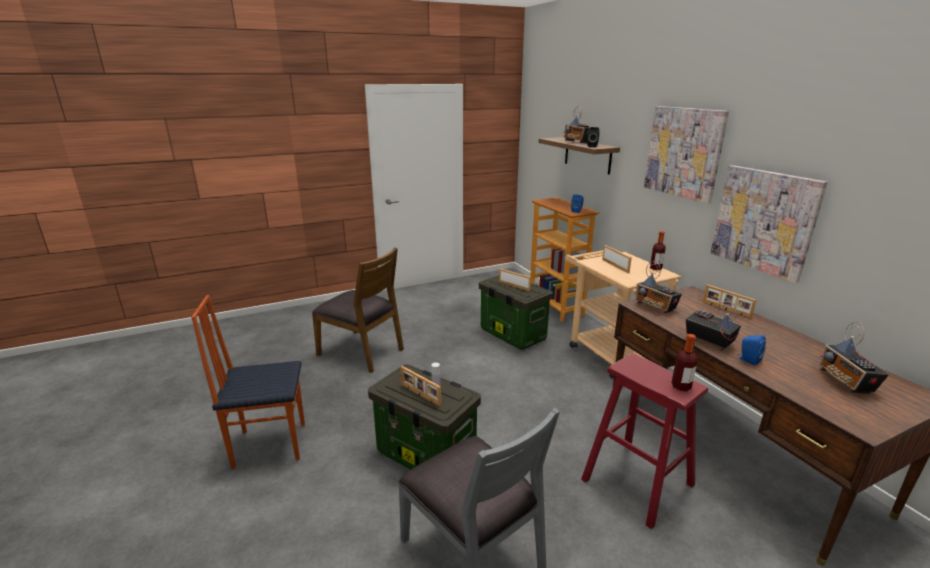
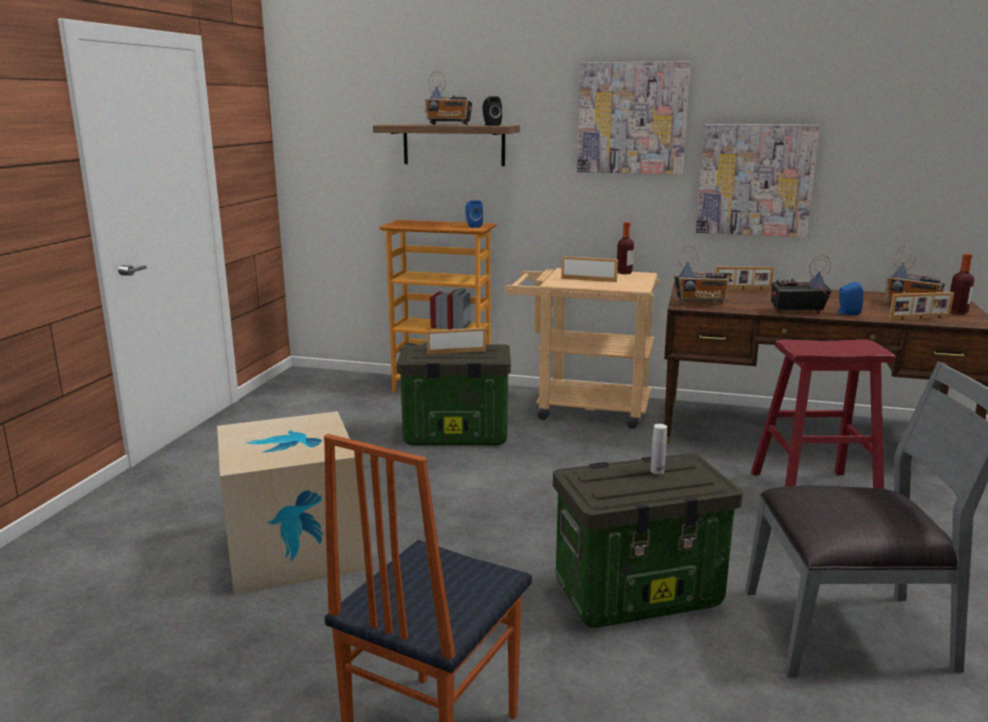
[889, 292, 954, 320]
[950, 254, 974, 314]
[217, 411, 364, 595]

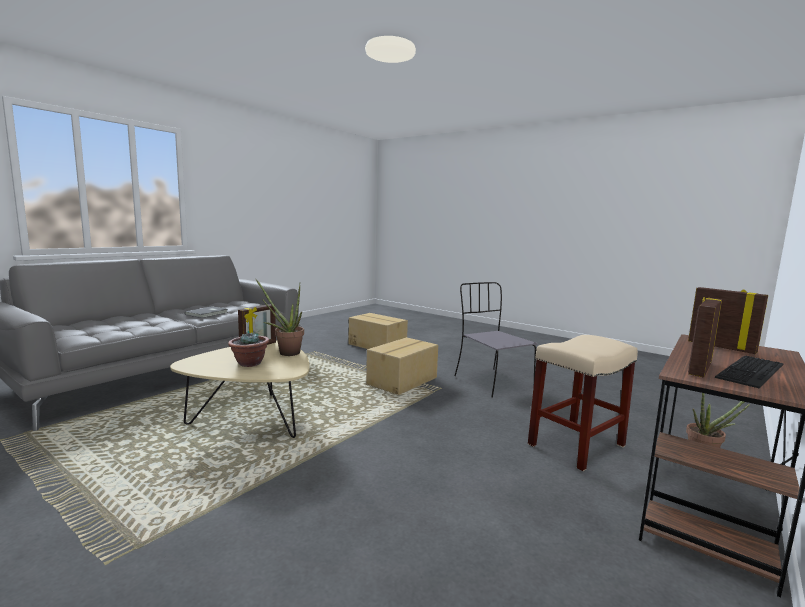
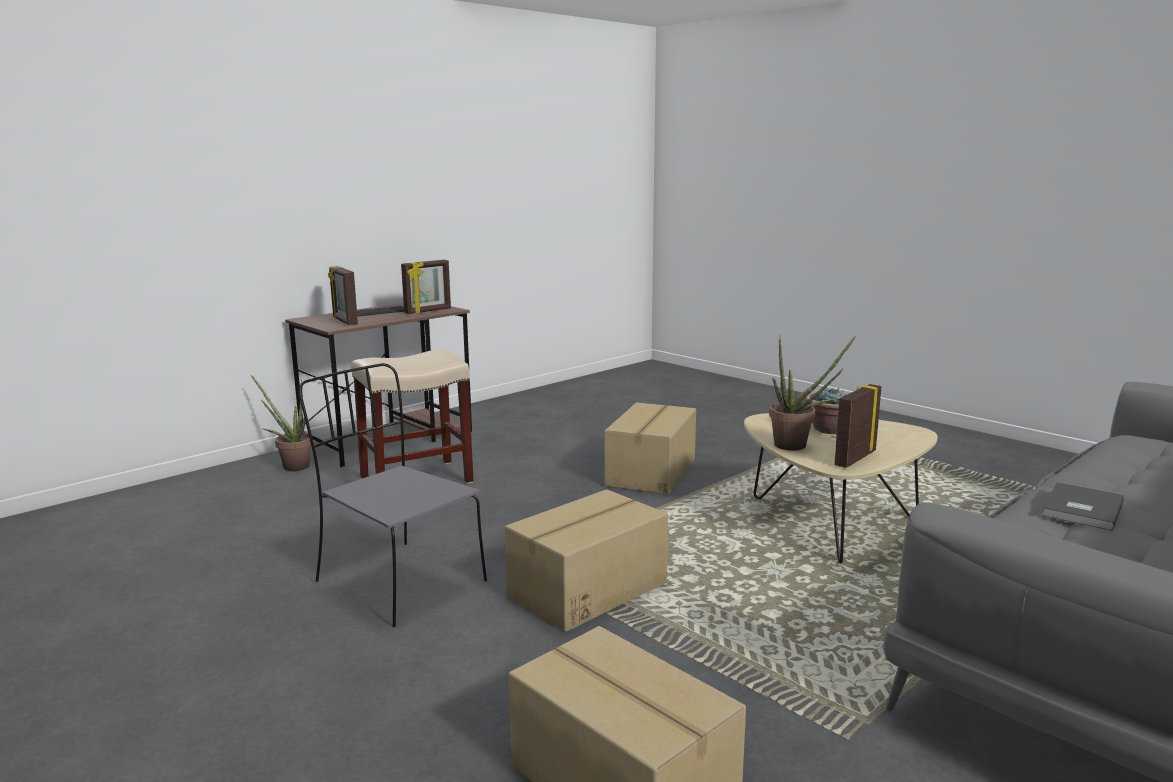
[604, 403, 696, 494]
[299, 363, 487, 627]

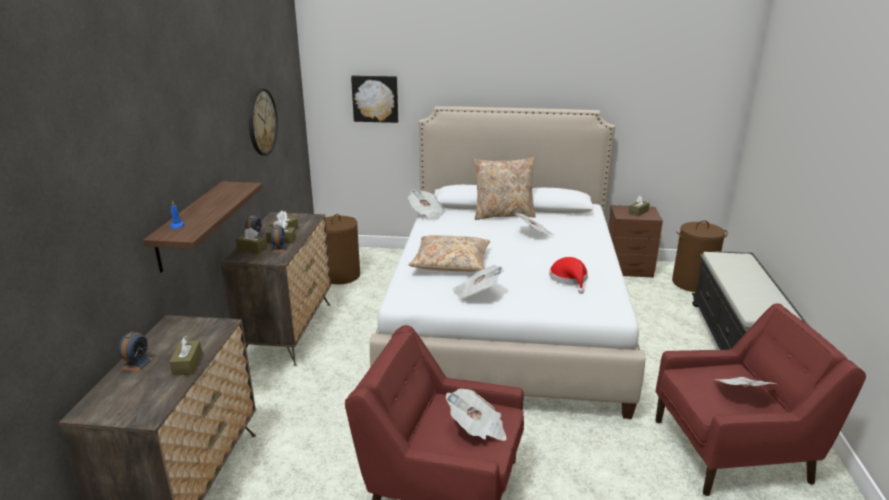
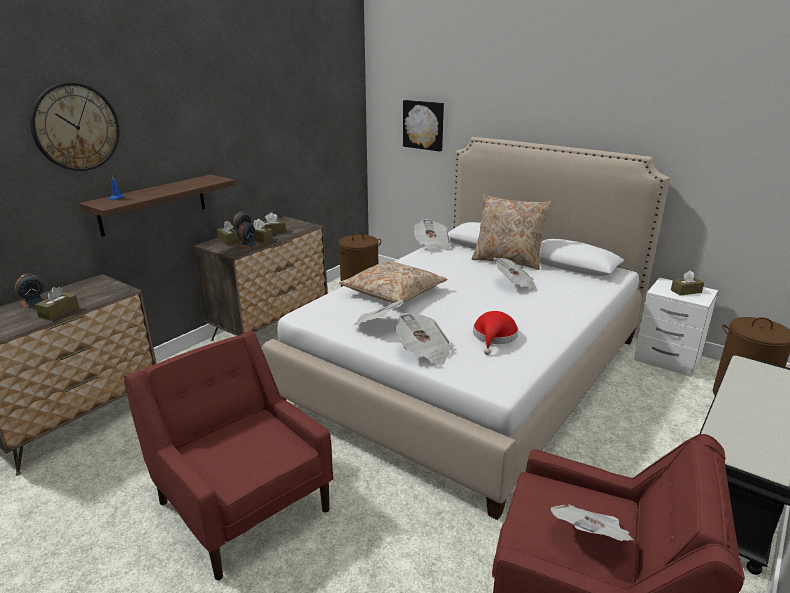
[30, 83, 119, 171]
[395, 313, 453, 366]
[634, 277, 718, 377]

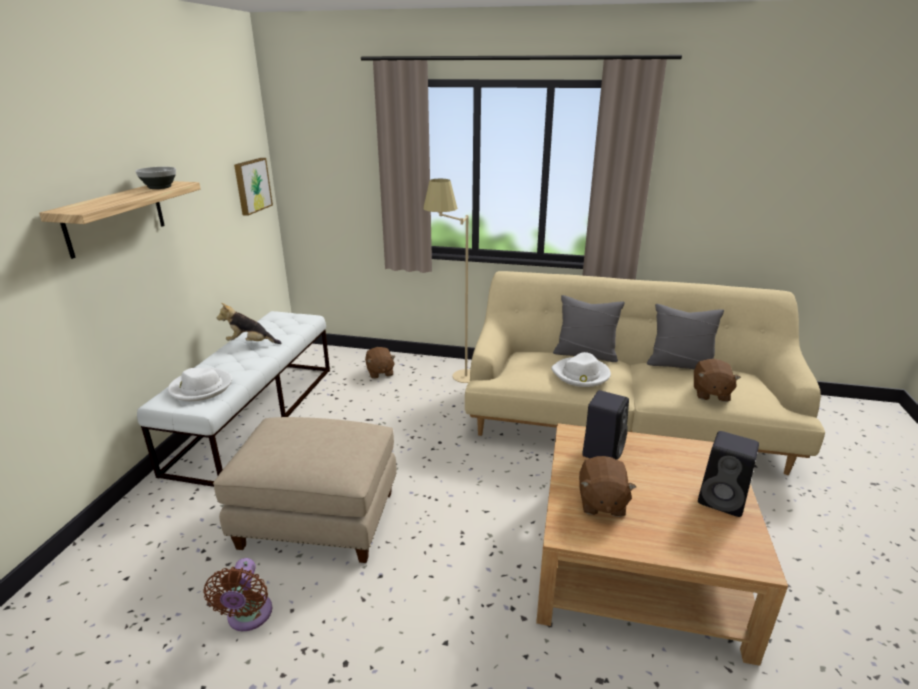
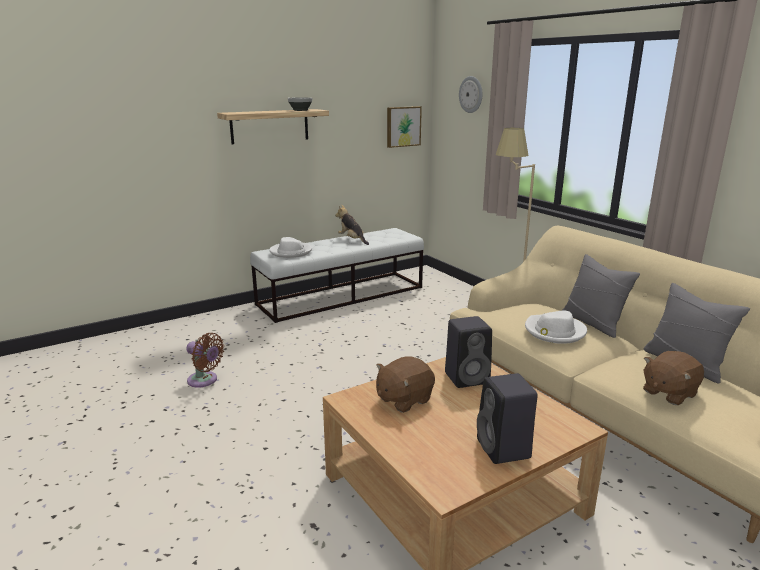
[213, 417, 397, 563] (first image)
[365, 347, 396, 379] (first image)
[459, 76, 483, 113]
[186, 333, 224, 388]

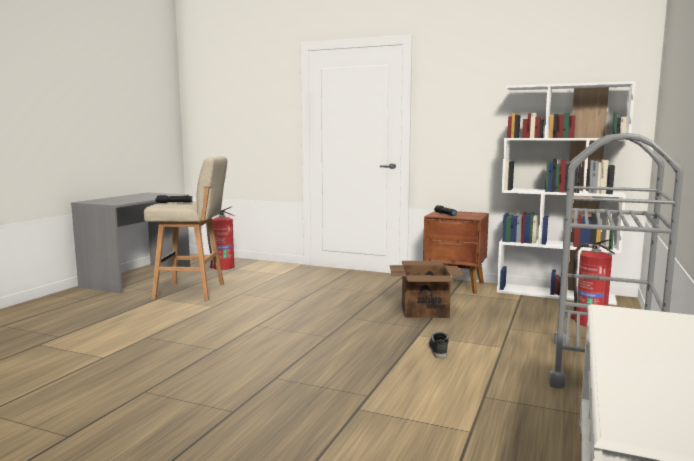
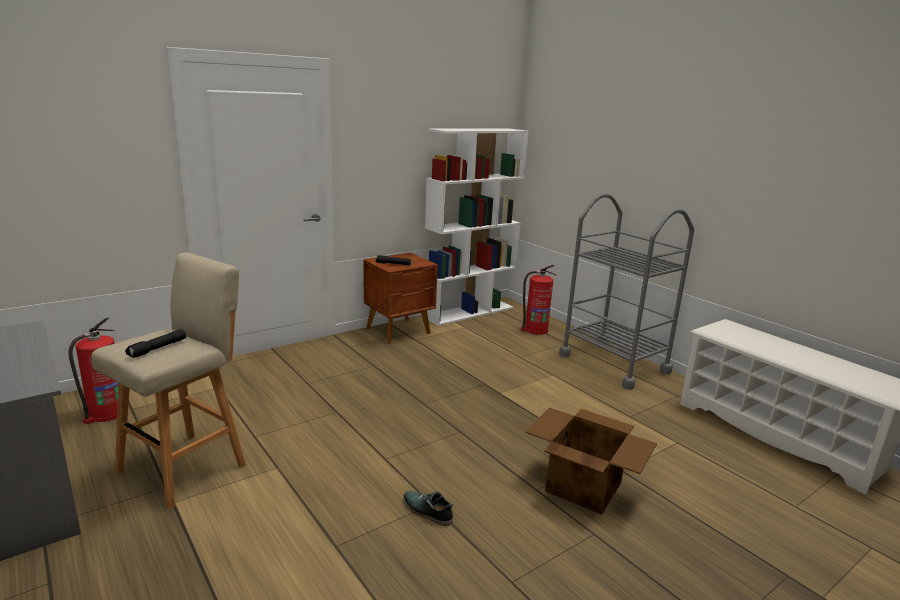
[525, 407, 657, 515]
[403, 491, 454, 526]

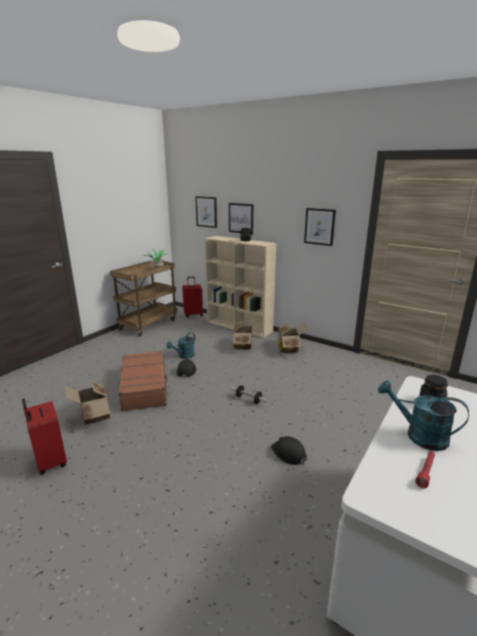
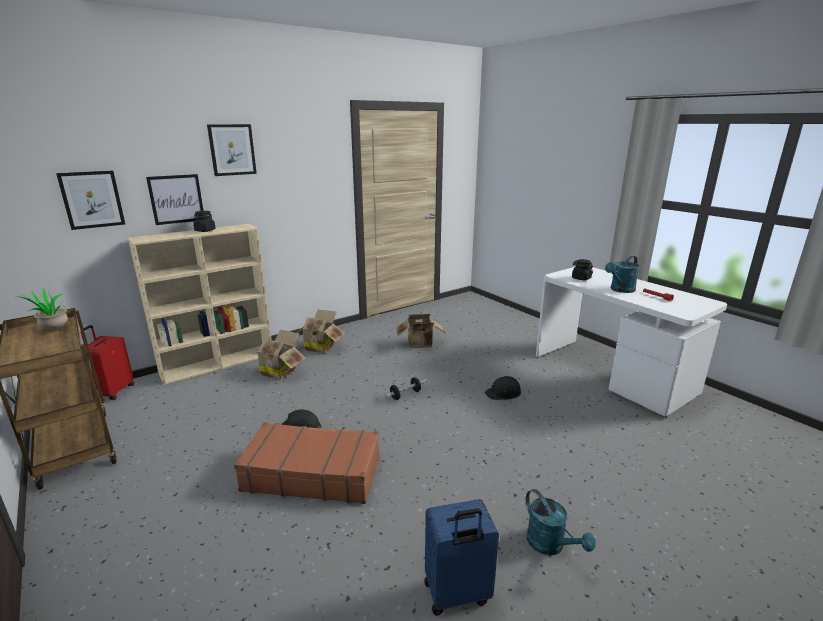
[396, 314, 446, 348]
[526, 489, 596, 555]
[207, 124, 257, 176]
[424, 499, 499, 616]

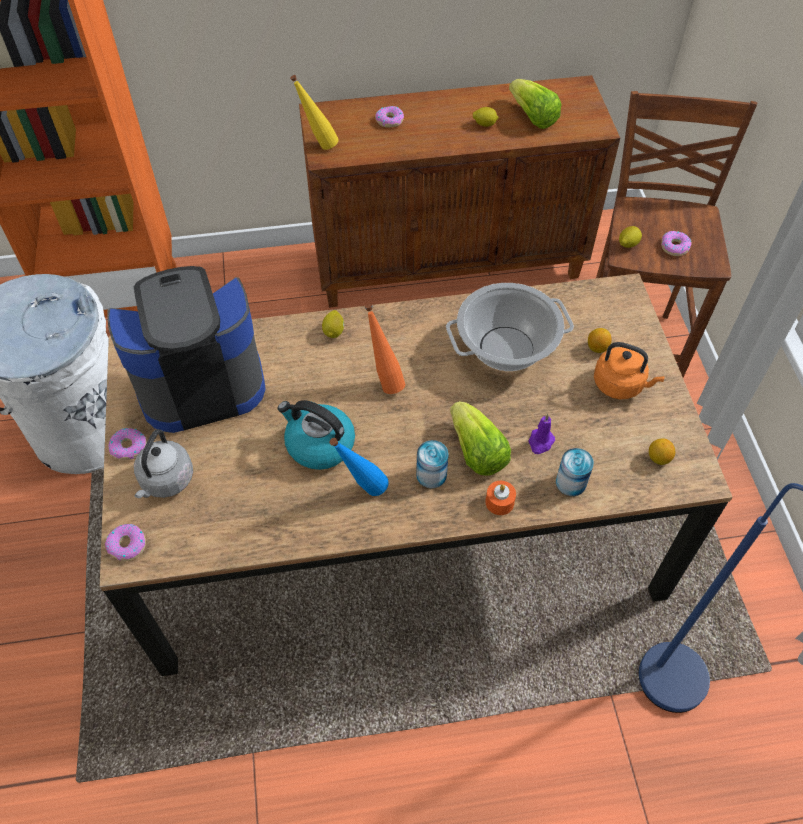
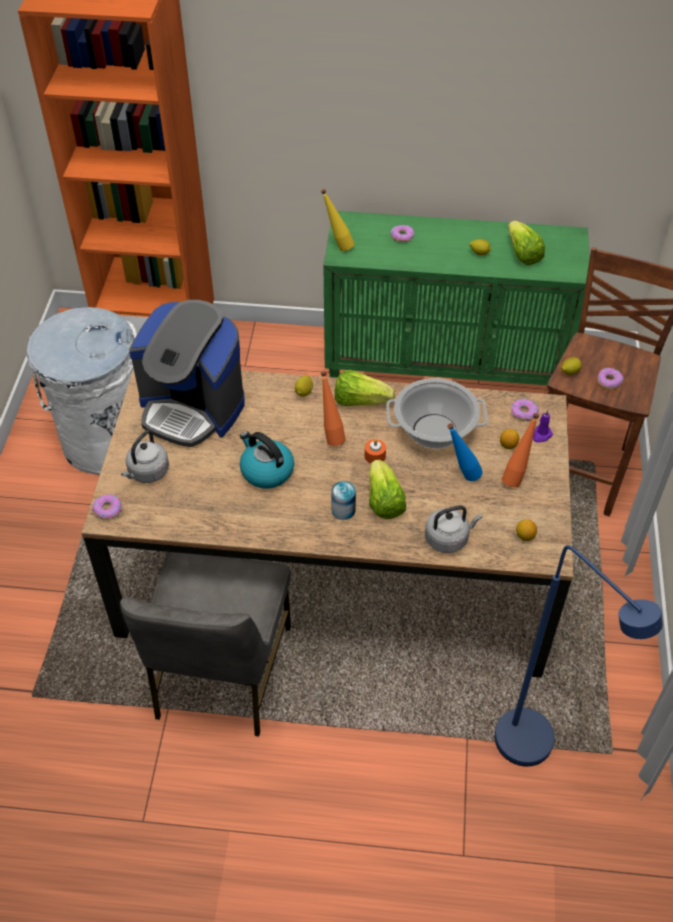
[120, 552, 291, 737]
[335, 370, 395, 406]
[511, 398, 539, 421]
[447, 423, 483, 481]
[365, 439, 386, 463]
[533, 410, 553, 443]
[425, 505, 483, 553]
[502, 413, 539, 487]
[323, 211, 590, 385]
[129, 300, 245, 447]

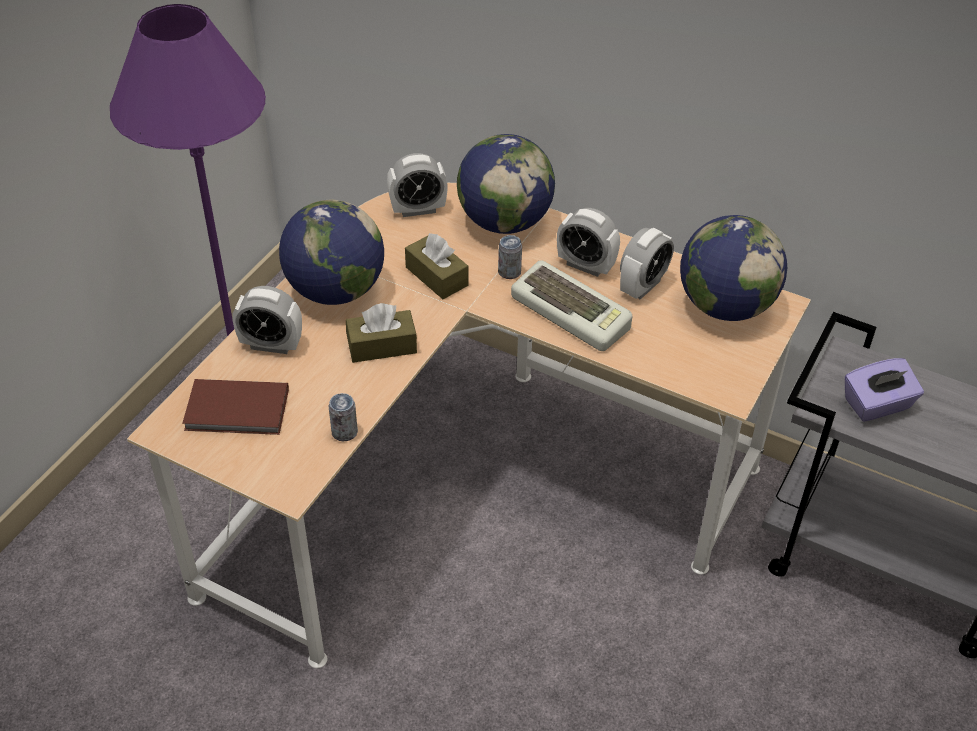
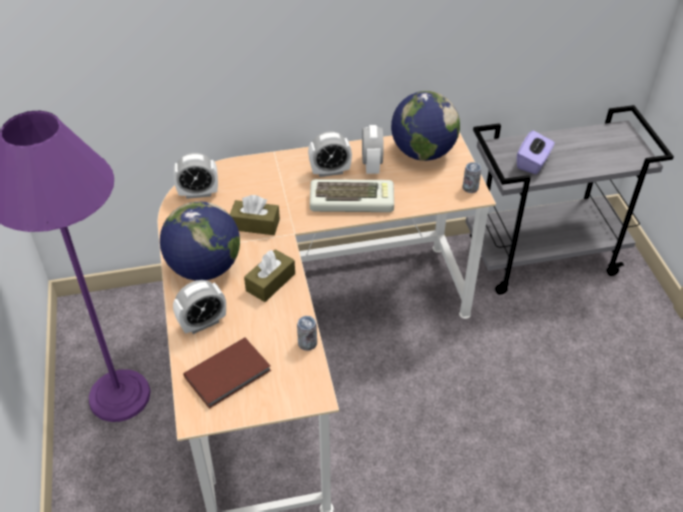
[457, 134, 555, 234] (first image)
[462, 162, 481, 193]
[174, 153, 218, 199]

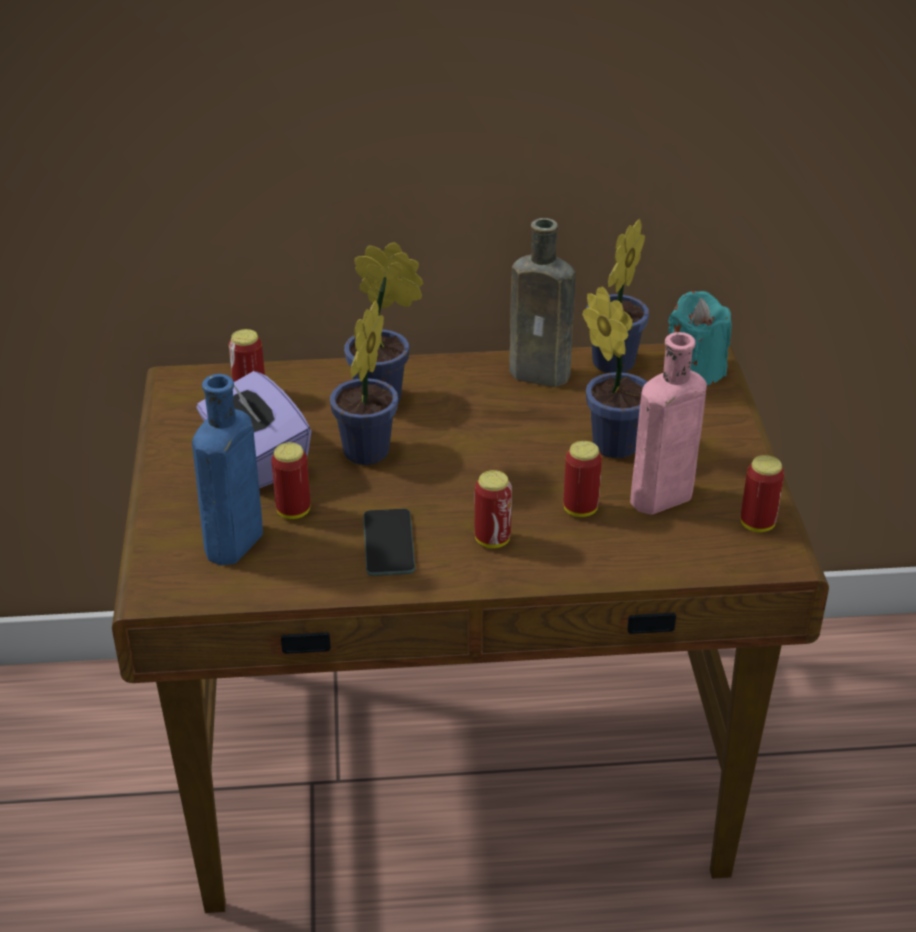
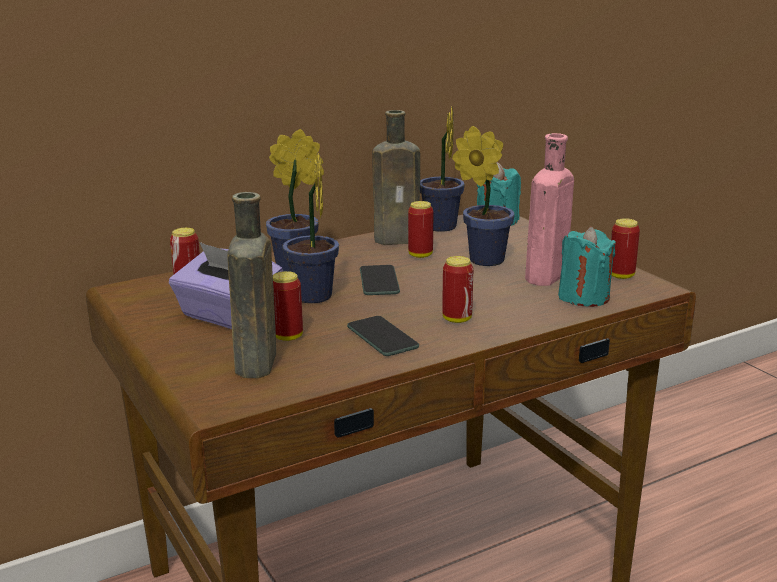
[360, 265, 400, 295]
[558, 227, 616, 307]
[408, 201, 433, 258]
[227, 192, 276, 378]

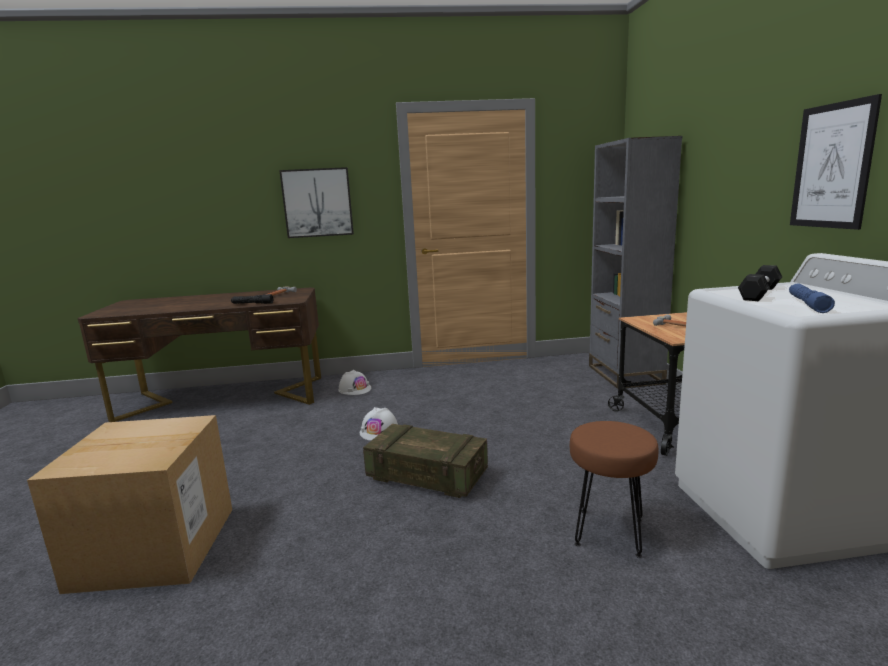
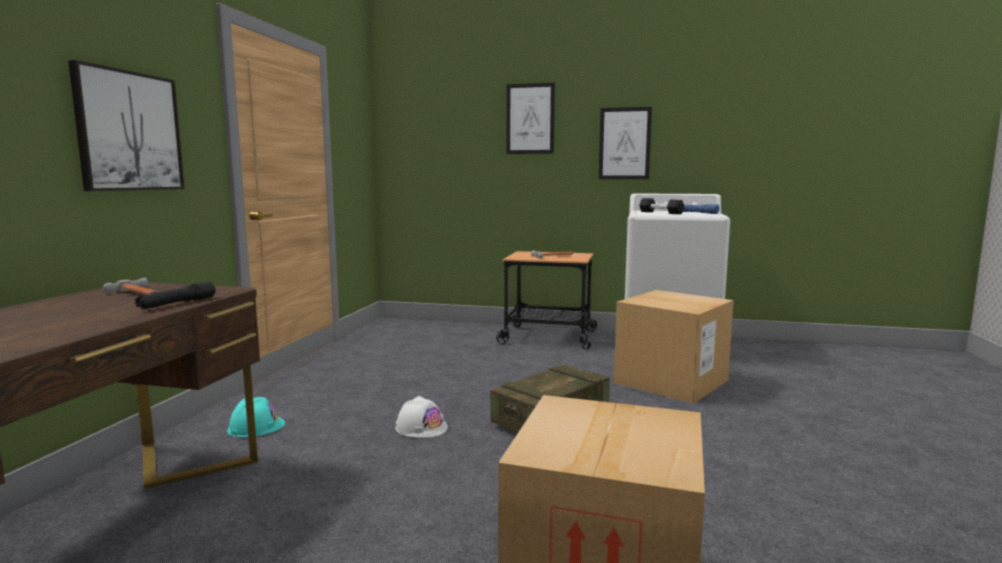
[589, 136, 683, 389] (first image)
[506, 83, 555, 154]
[614, 290, 734, 404]
[227, 397, 285, 437]

